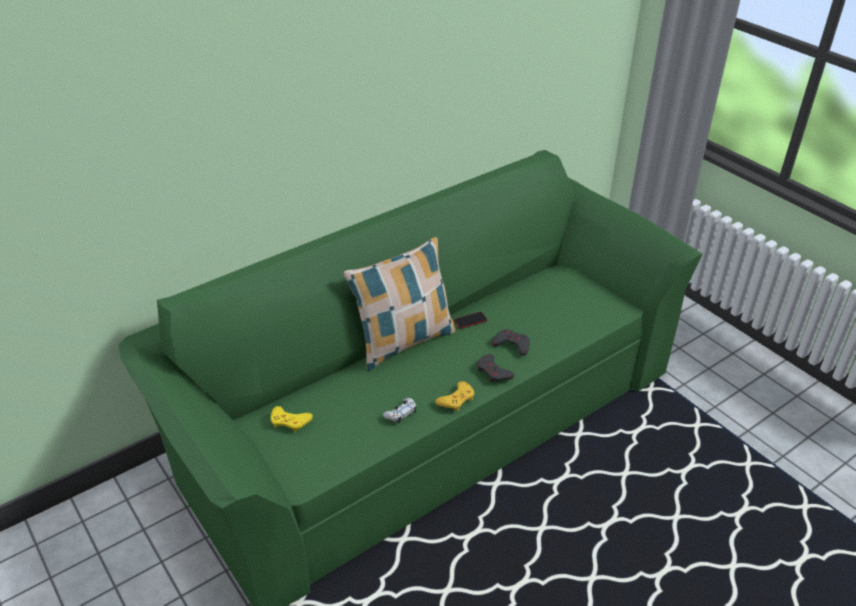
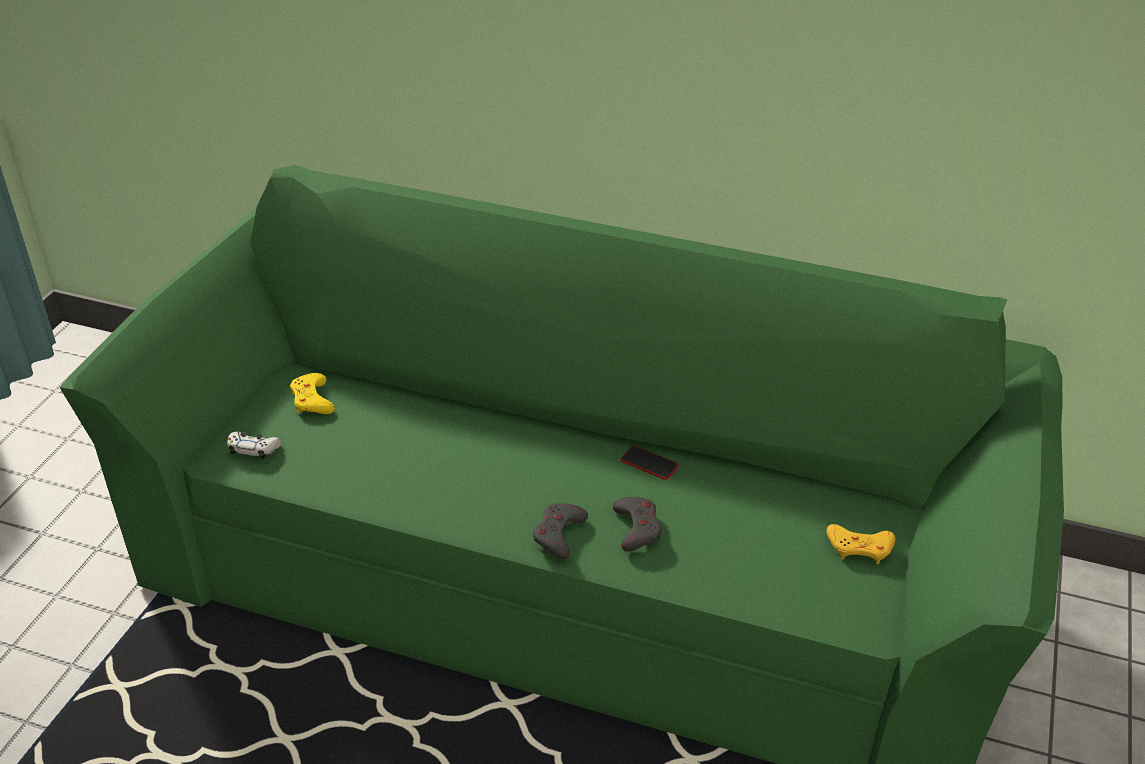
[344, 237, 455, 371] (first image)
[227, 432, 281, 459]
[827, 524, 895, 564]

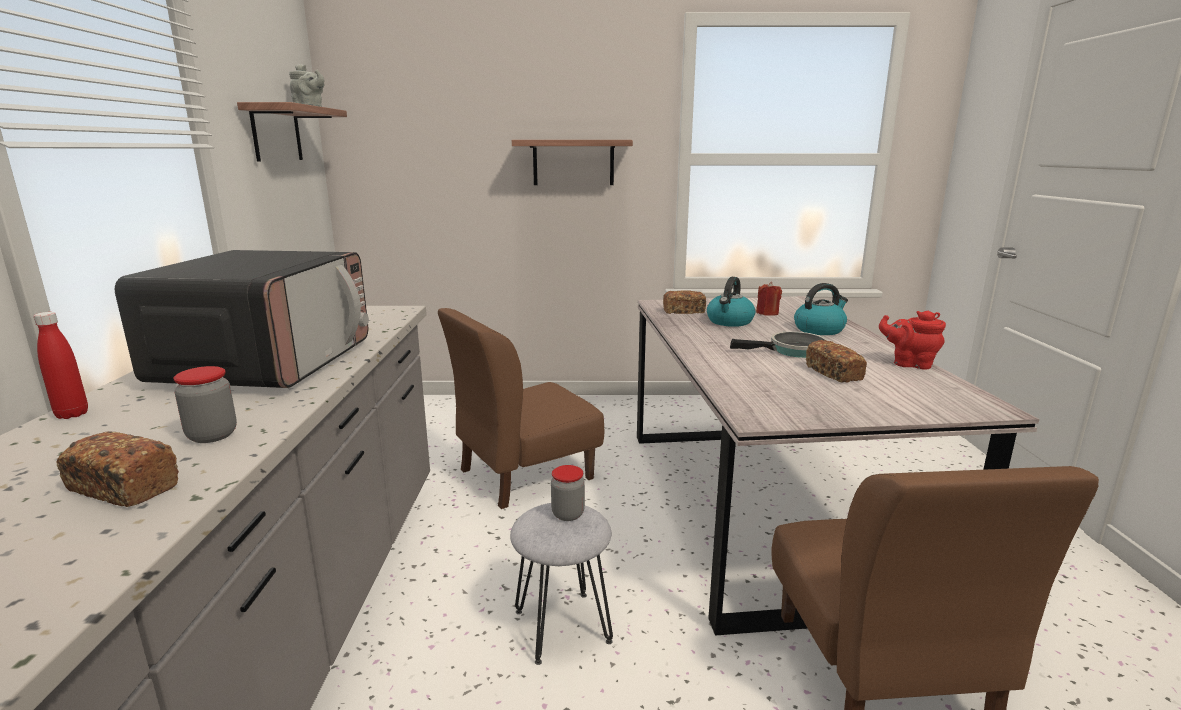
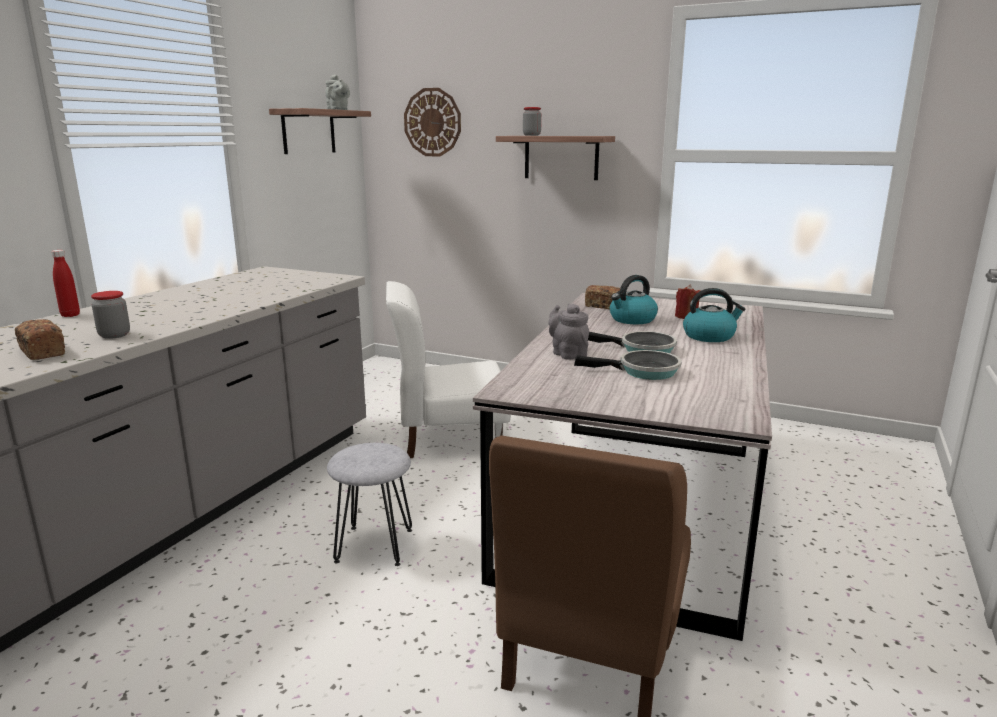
[114, 250, 369, 388] (first image)
[879, 310, 946, 370] (first image)
[404, 88, 461, 156]
[548, 304, 589, 360]
[523, 107, 541, 136]
[574, 350, 682, 380]
[386, 281, 511, 458]

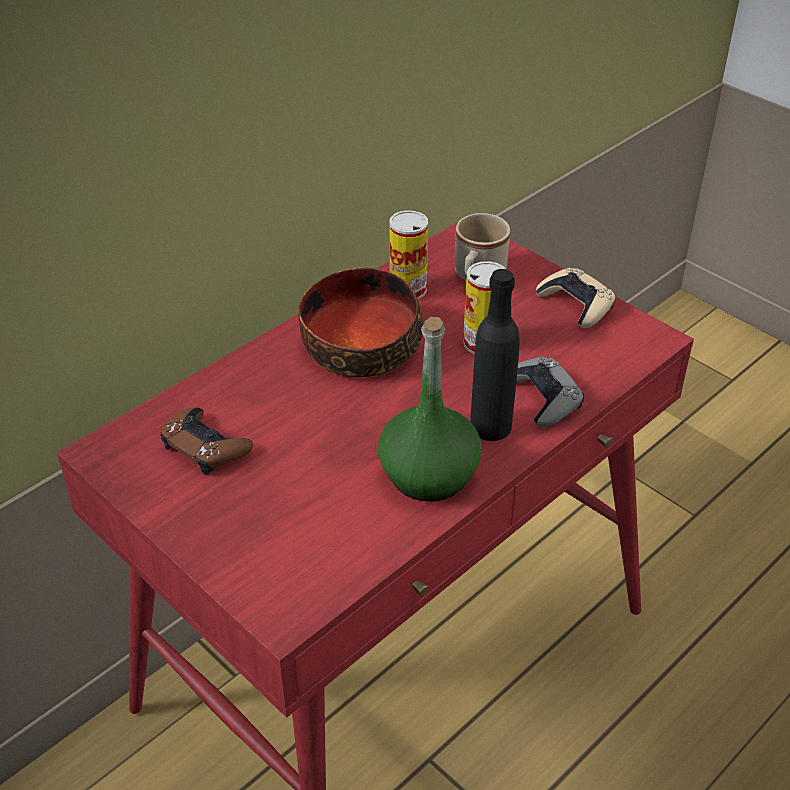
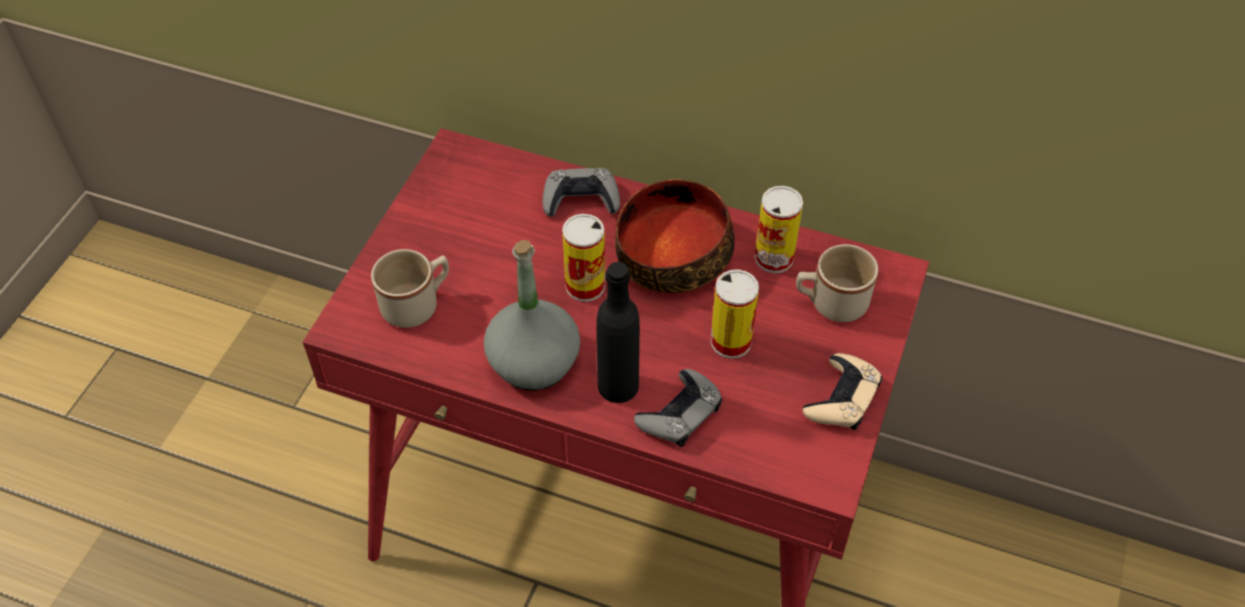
[160, 407, 253, 475] (first image)
[371, 249, 449, 328]
[543, 168, 620, 217]
[562, 214, 605, 302]
[484, 240, 580, 391]

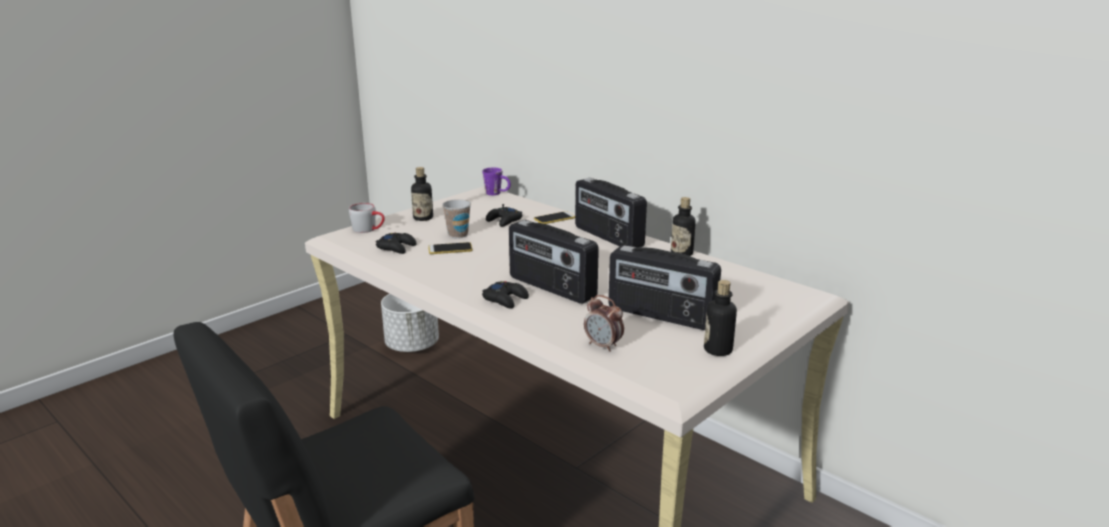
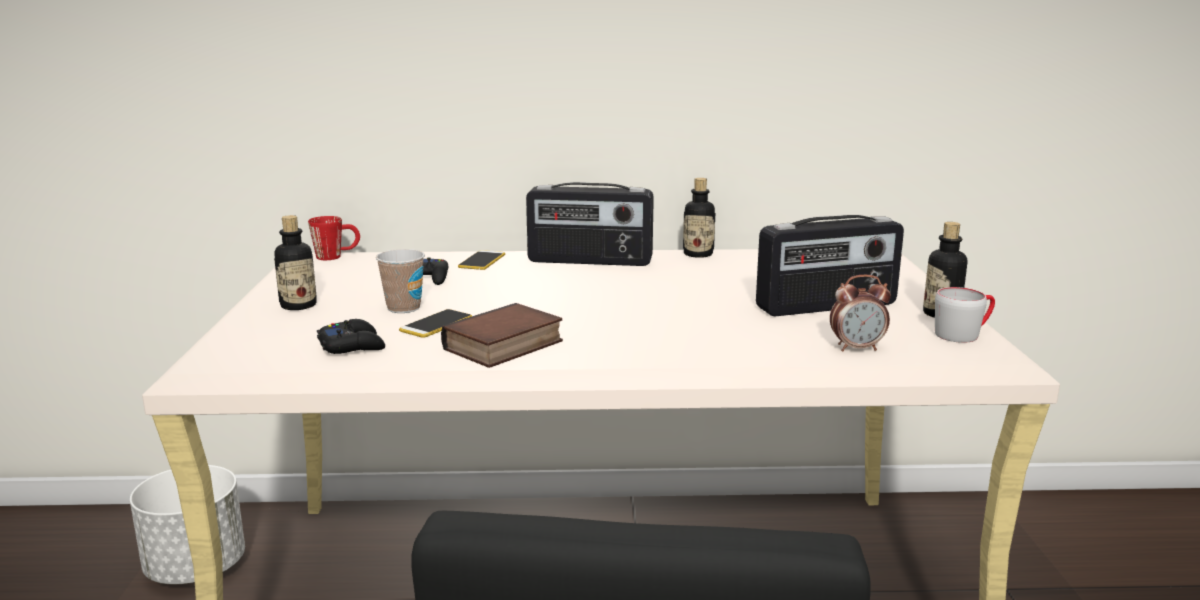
[482, 281, 529, 309] (first image)
[509, 220, 599, 304] (first image)
[441, 303, 563, 368]
[935, 287, 995, 343]
[308, 216, 360, 260]

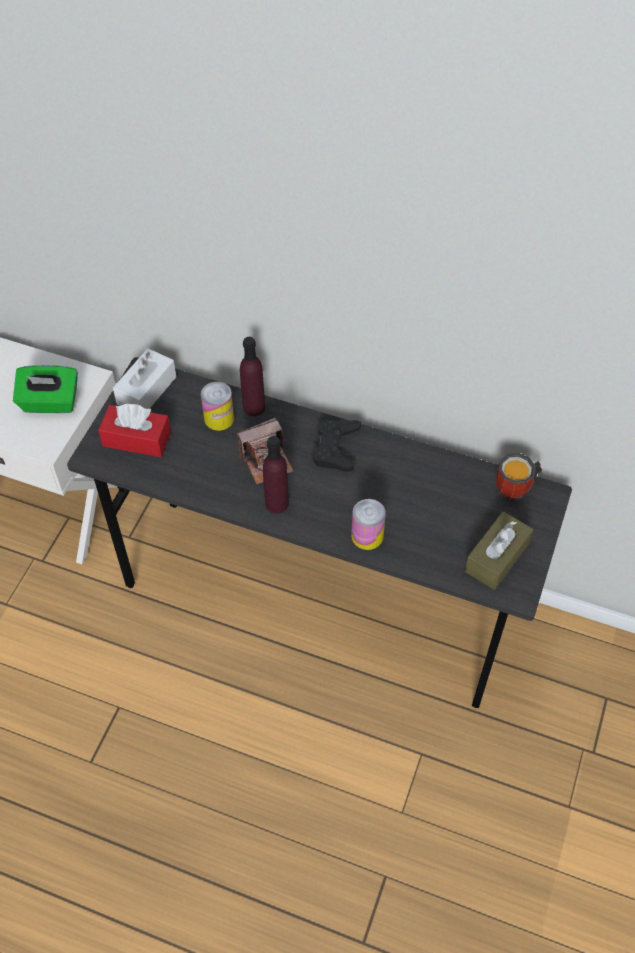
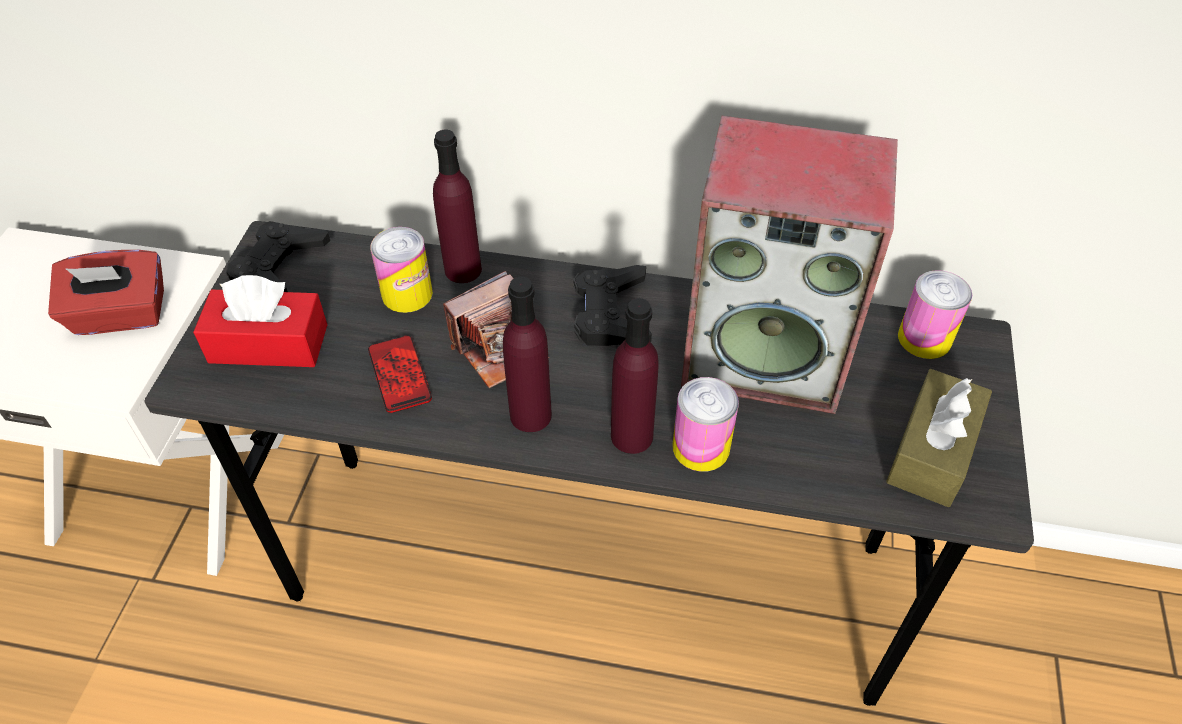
[368, 335, 432, 413]
[611, 298, 659, 454]
[681, 116, 898, 414]
[226, 221, 330, 292]
[898, 270, 972, 359]
[48, 250, 164, 335]

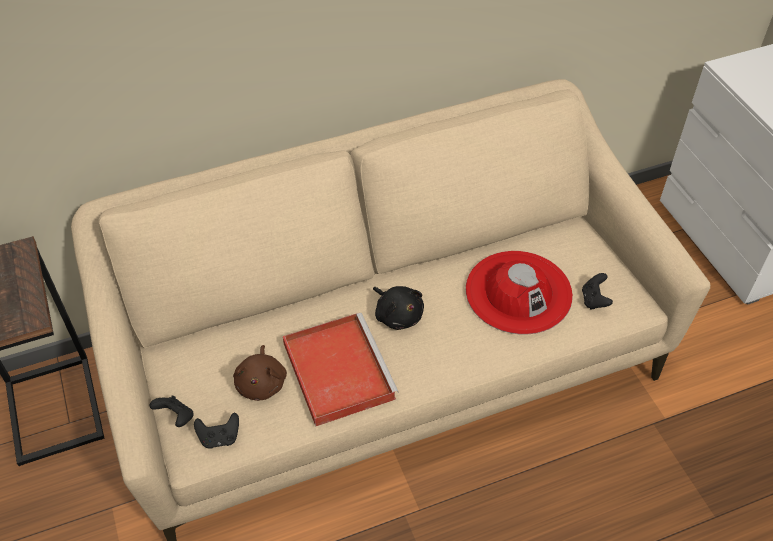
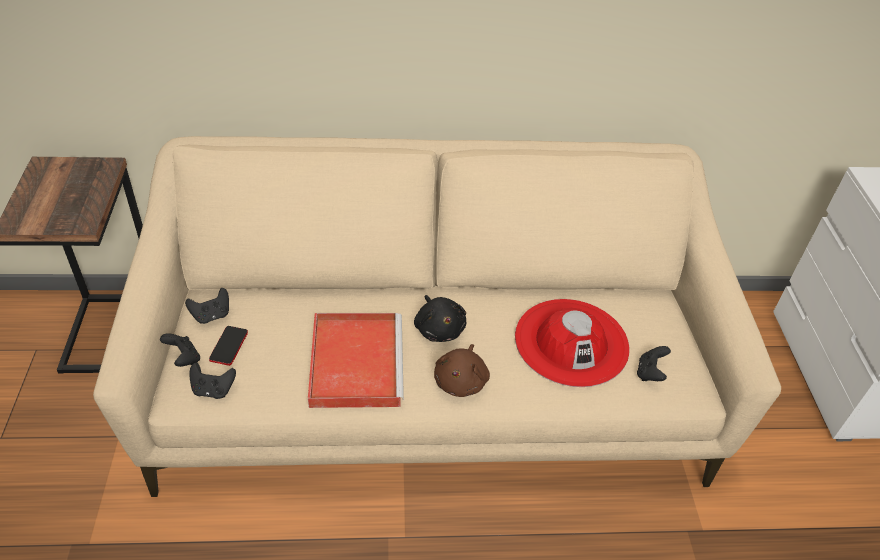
[185, 288, 229, 324]
[209, 326, 248, 366]
[434, 344, 490, 397]

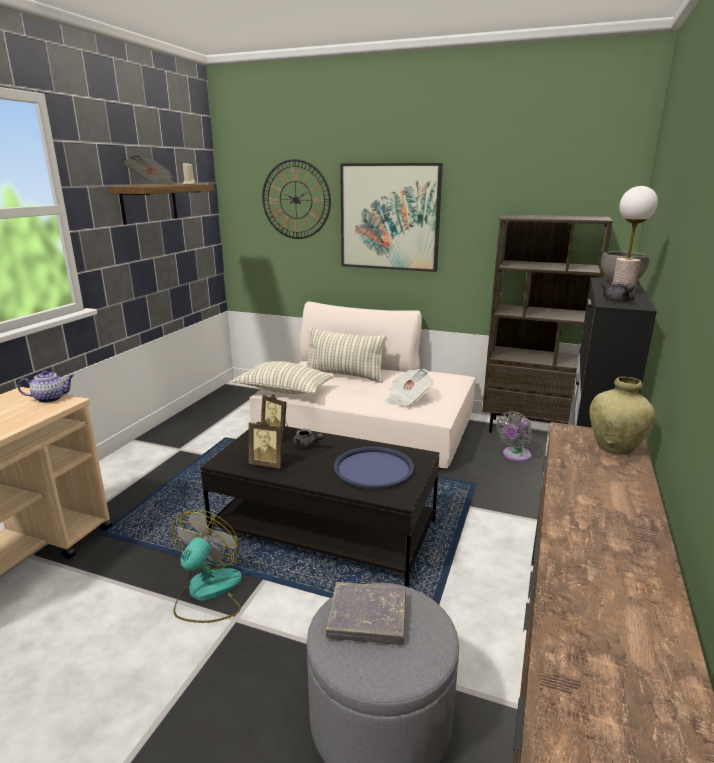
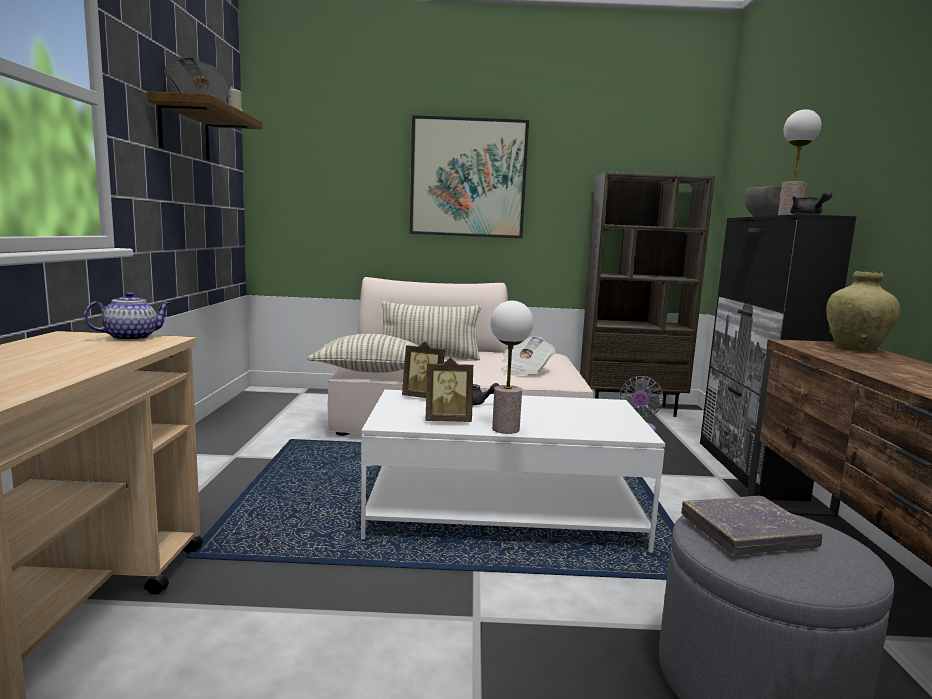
[172, 509, 242, 623] (first image)
[262, 159, 331, 239] (first image)
[334, 446, 414, 489] (first image)
[491, 301, 533, 434]
[361, 390, 665, 552]

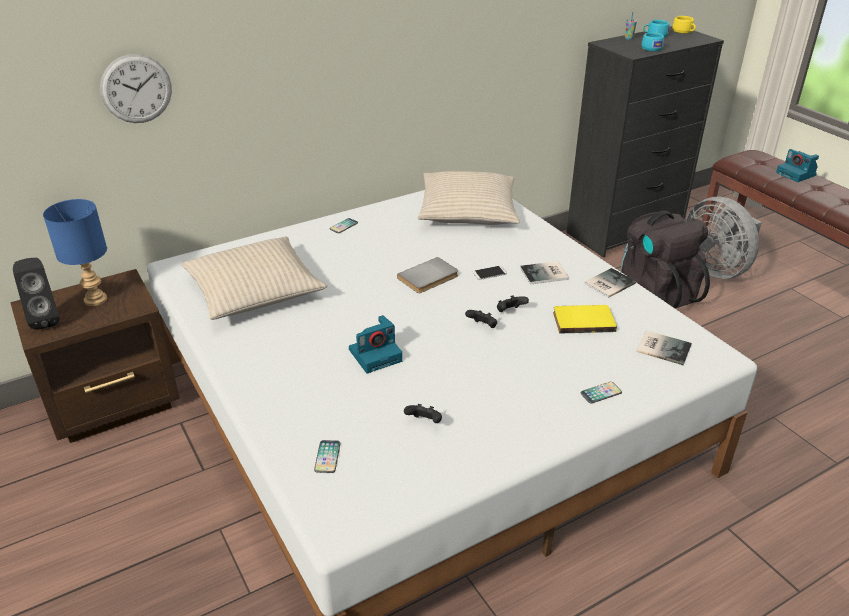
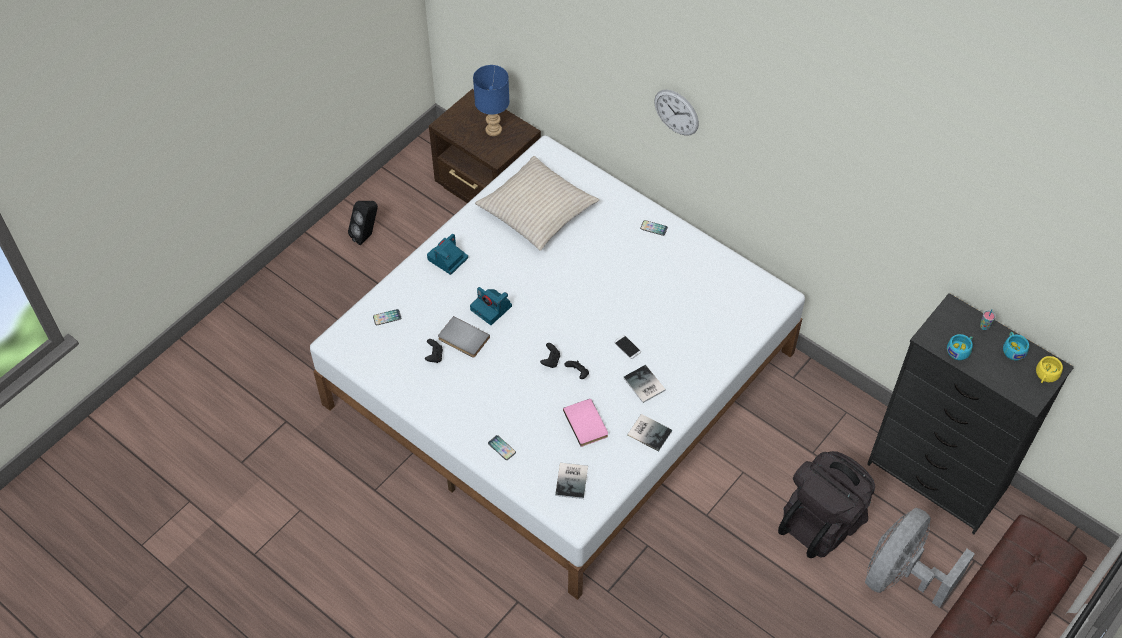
[418, 171, 520, 225] (first image)
[348, 201, 378, 246]
[654, 89, 699, 136]
[438, 316, 490, 358]
[427, 233, 468, 275]
[563, 399, 608, 447]

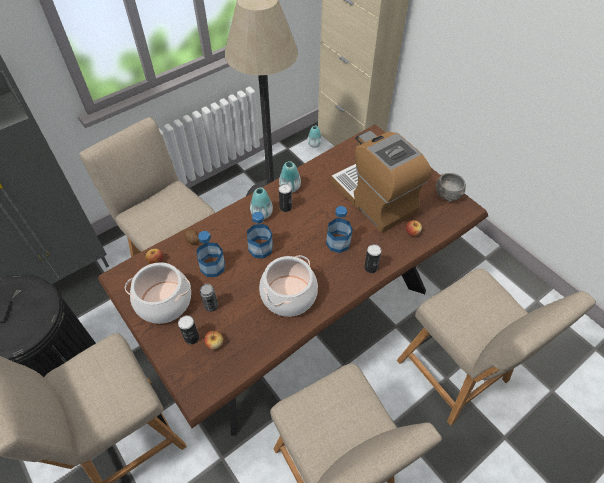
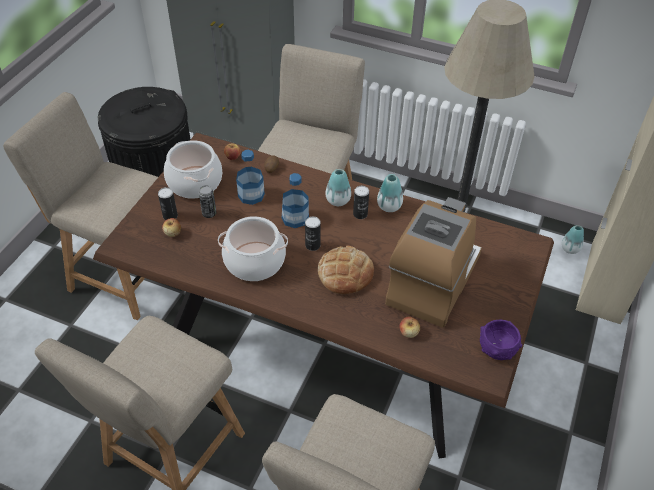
[305, 216, 321, 251]
[318, 246, 374, 295]
[480, 319, 522, 360]

